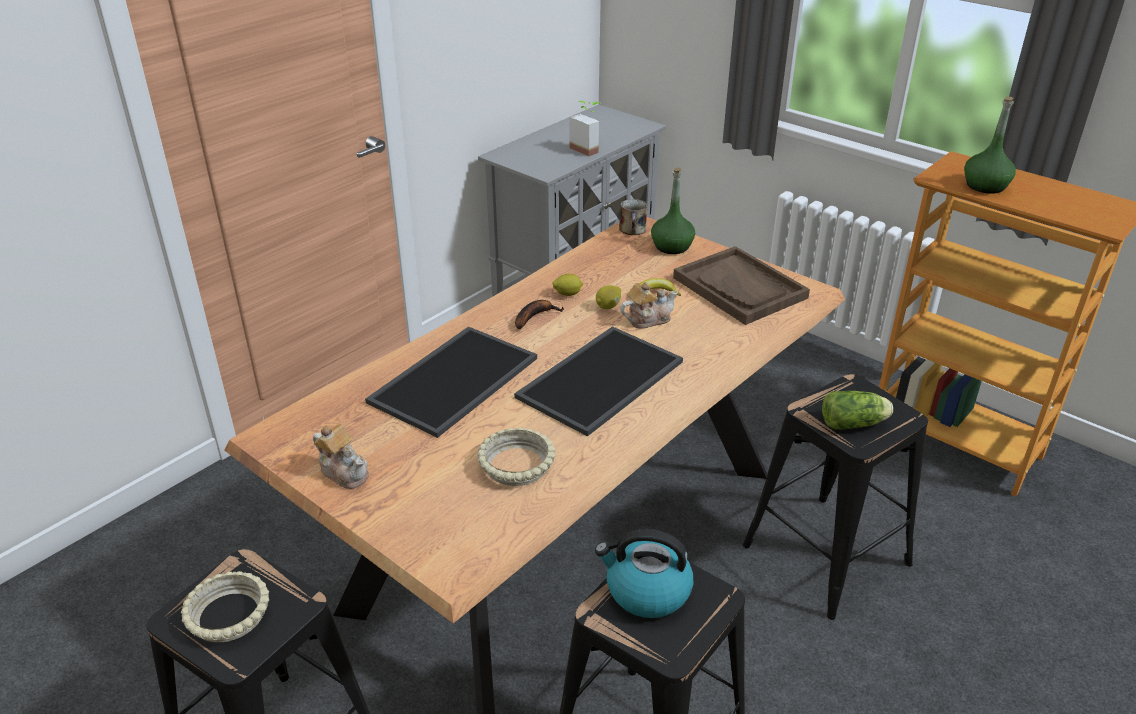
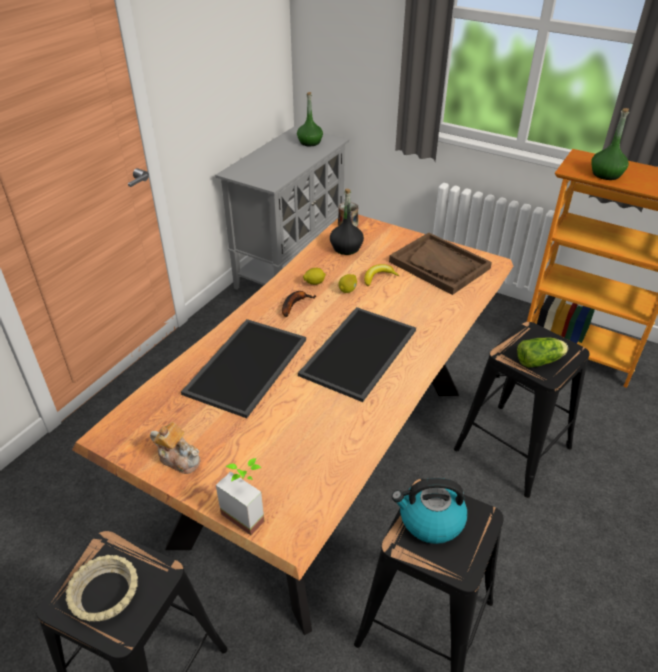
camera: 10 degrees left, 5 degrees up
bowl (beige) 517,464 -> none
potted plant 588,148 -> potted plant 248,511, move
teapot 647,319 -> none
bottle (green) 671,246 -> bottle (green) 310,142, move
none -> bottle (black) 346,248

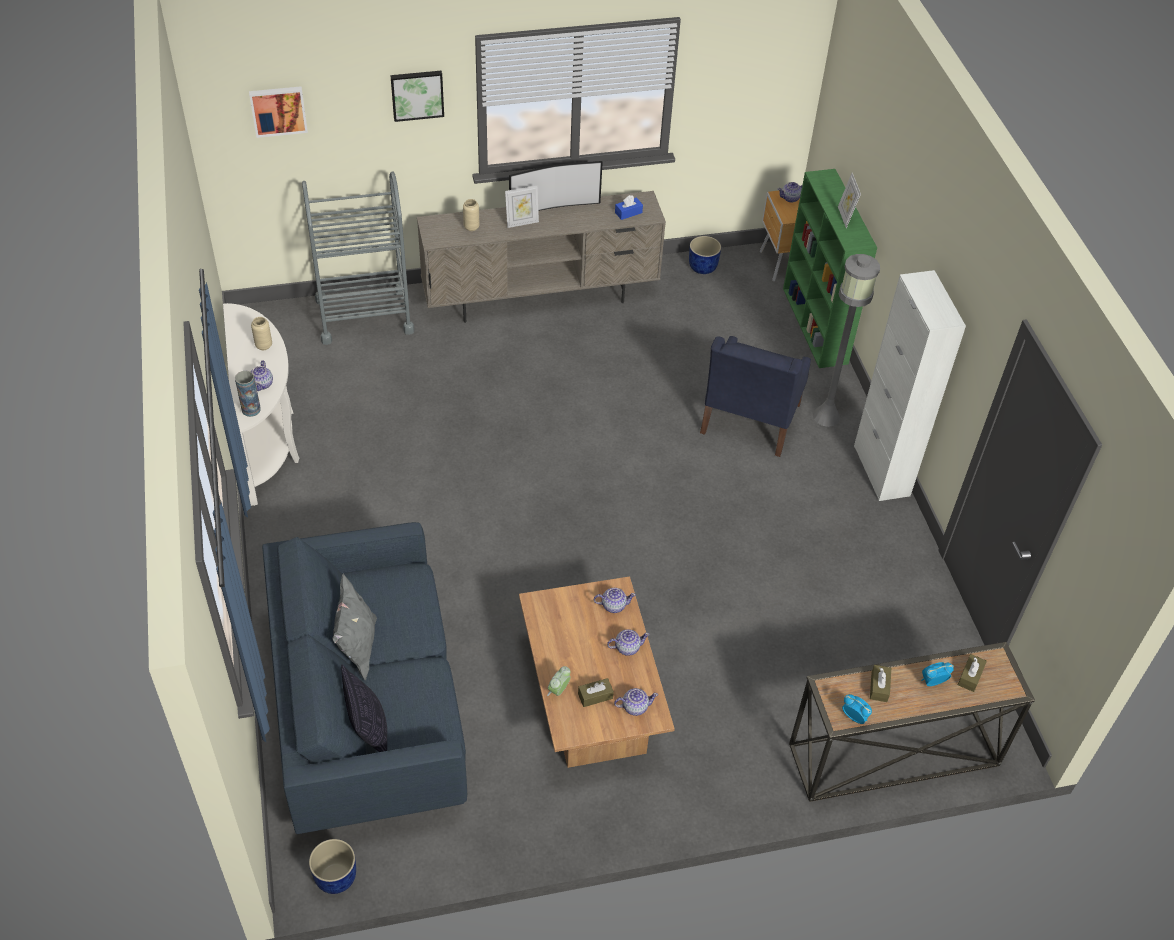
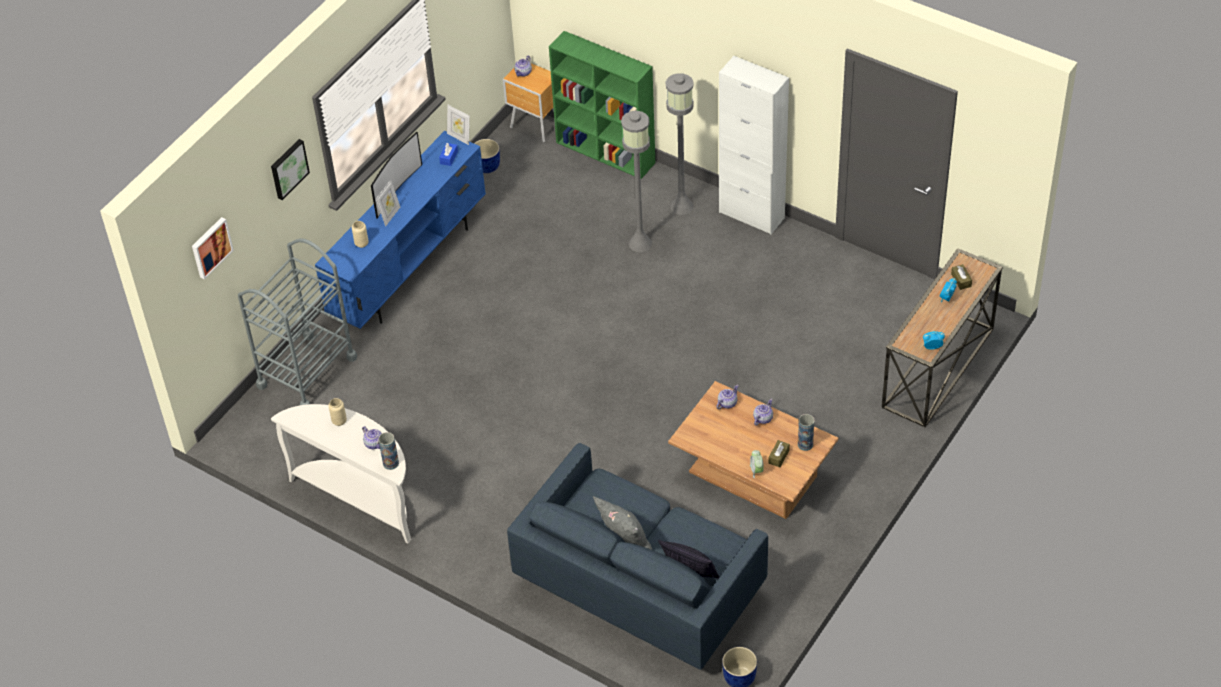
camera: 40 degrees left, 0 degrees up
tv stand (beige) 541,298 -> tv stand (blue) 410,267
teapot 634,707 -> vase 805,444
armchair (blue) 749,419 -> floor lamp (grey) 640,244
picture frame 845,217 -> picture frame 459,137, move
tissue box (brown) 879,687 -> none

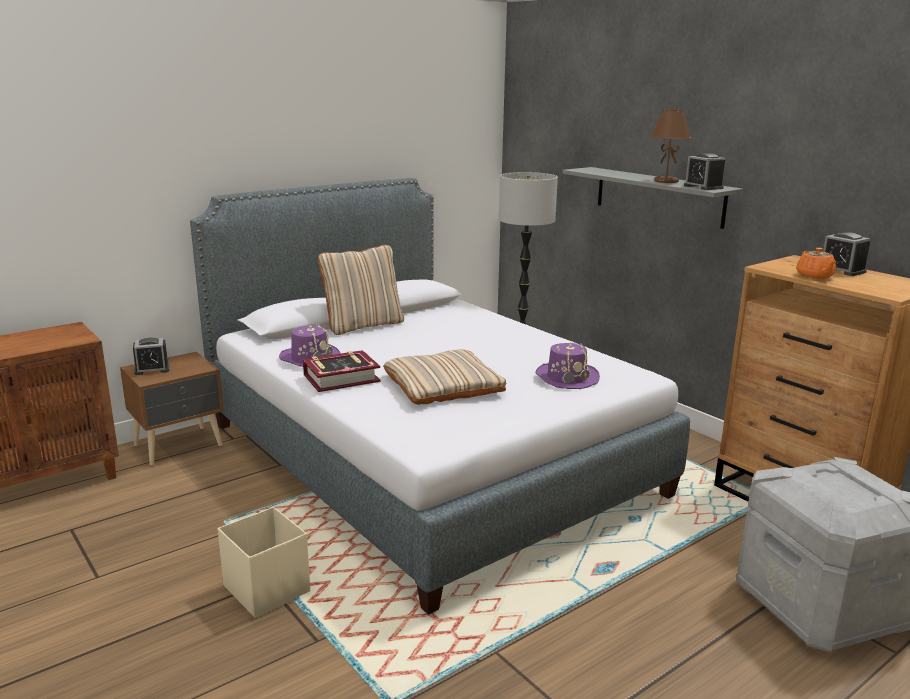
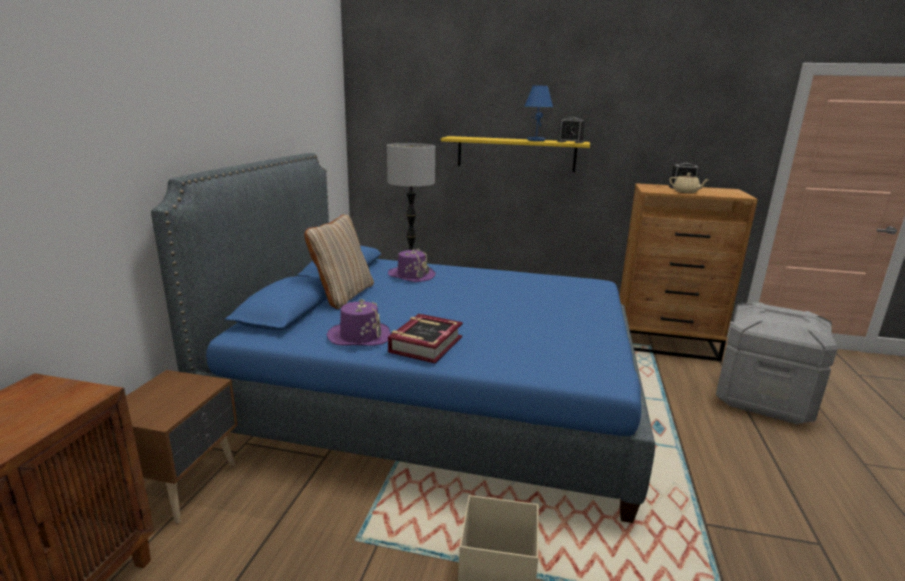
camera: 40 degrees left, 0 degrees up
alarm clock 152,369 -> none
bed (grey) 425,457 -> bed (blue) 434,399
pillow (beige) 443,385 -> none
hat (purple) 566,377 -> hat (purple) 411,275, move
shelf (grey) 658,196 -> shelf (yellow) 516,154
table lamp (brown) 665,181 -> table lamp (blue) 536,140
teapot (orange) 815,276 -> teapot (beige) 686,192

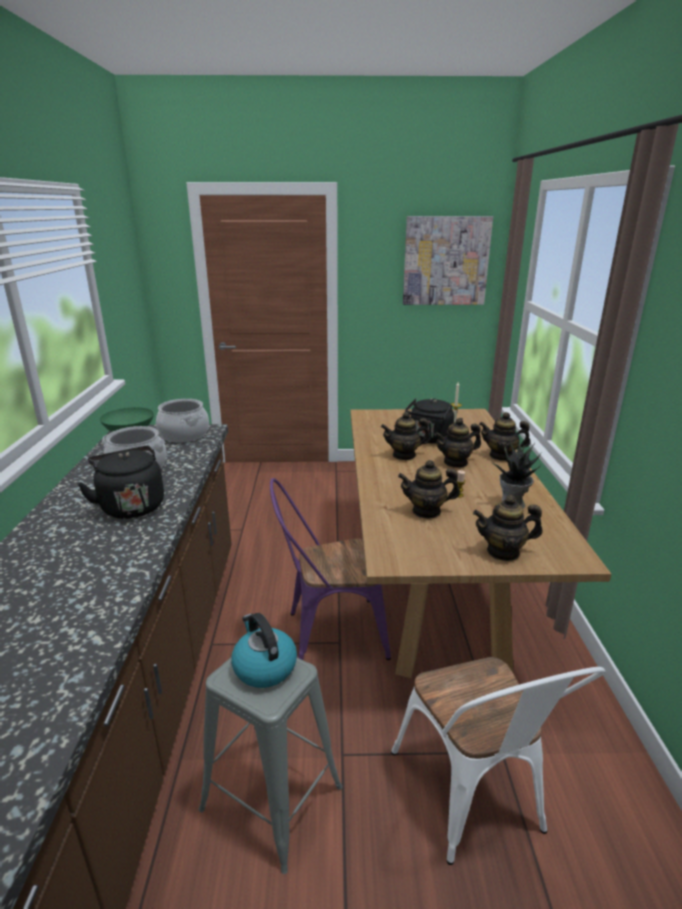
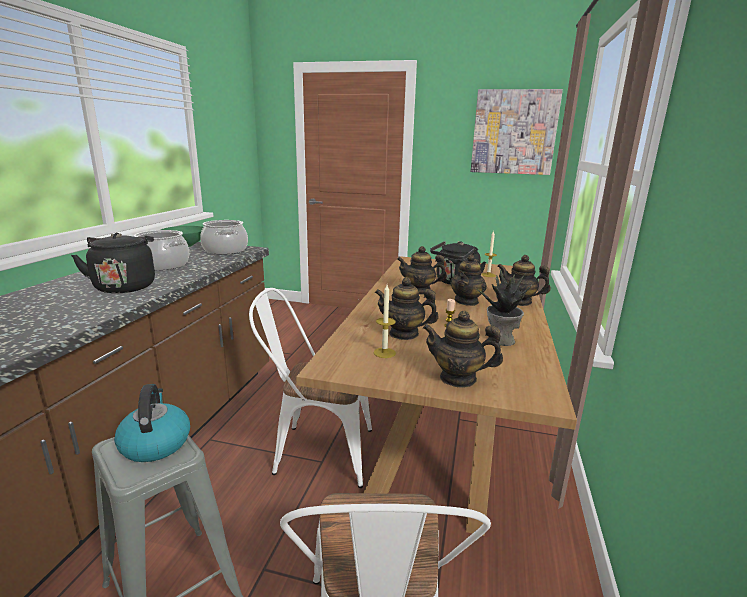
camera: 15 degrees right, 5 degrees down
chair (purple) 328,633 -> chair (white) 315,451
teapot 456,462 -> teapot 467,301, 60 degrees counterclockwise
none -> candle 384,353

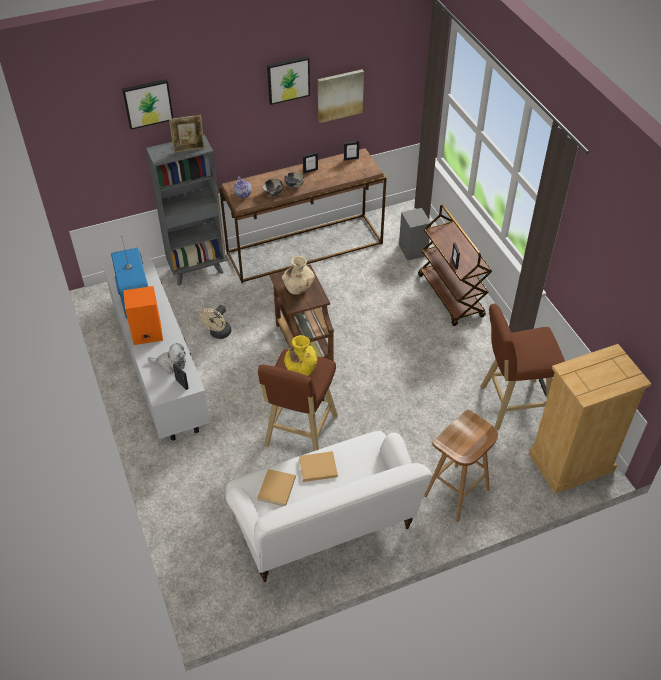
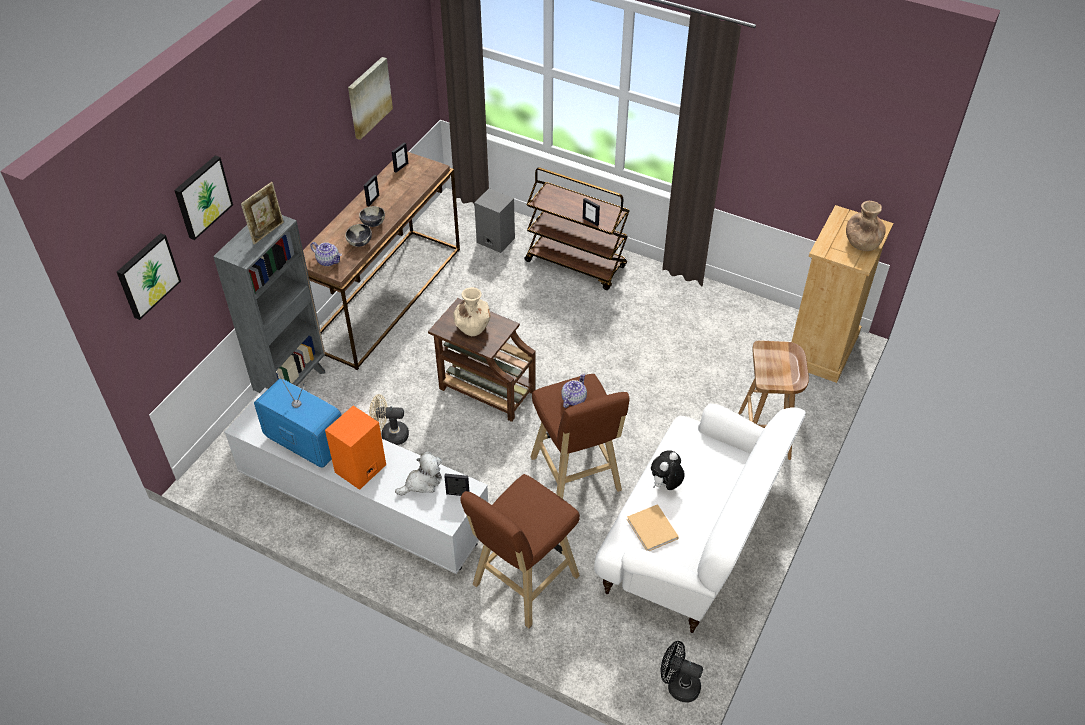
camera: 40 degrees left, 0 degrees up
fan (beige) 218,334 -> fan (beige) 390,435, 105 degrees clockwise
picture 288,79 -> picture 147,275, move
vase (yellow) 301,369 -> teapot 573,399
book (beige) 316,467 -> plush toy 665,485
stool (brown) 511,404 -> stool (brown) 522,583, move
none -> fan (black) 678,685
none -> vase (brown) 861,243

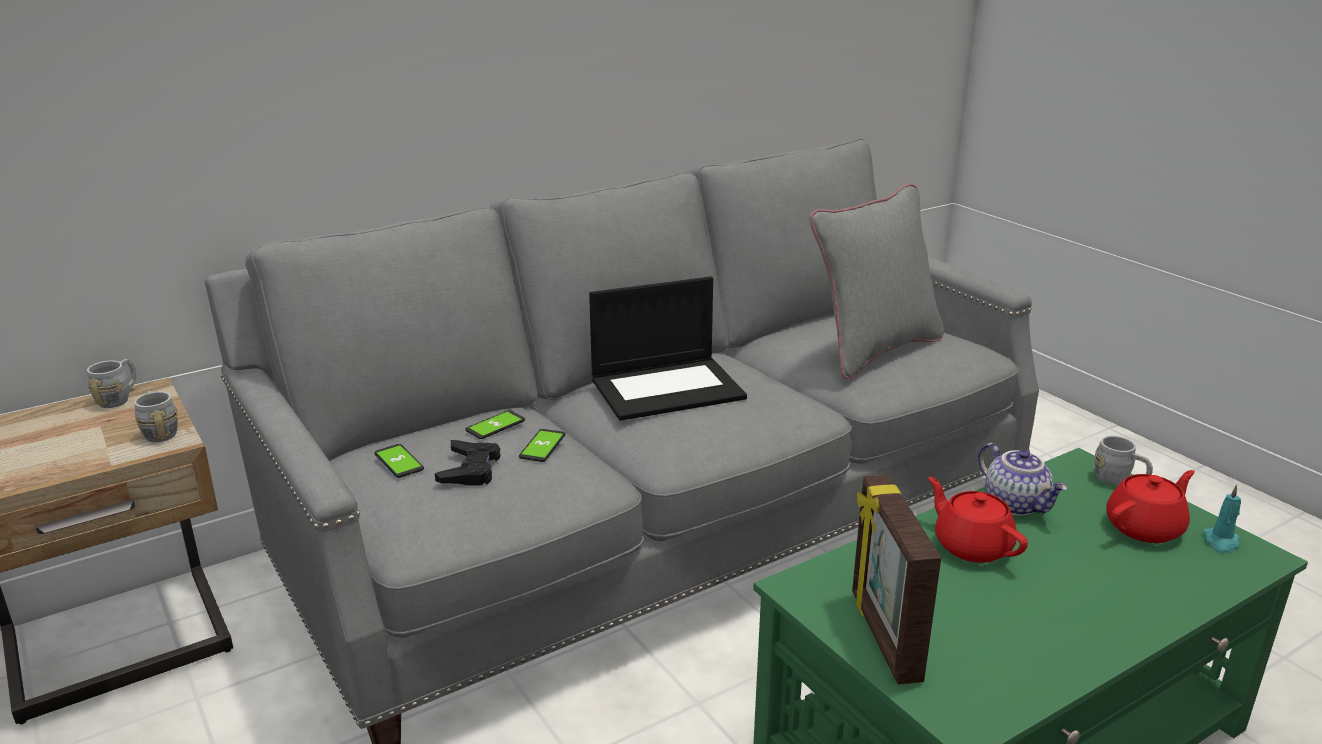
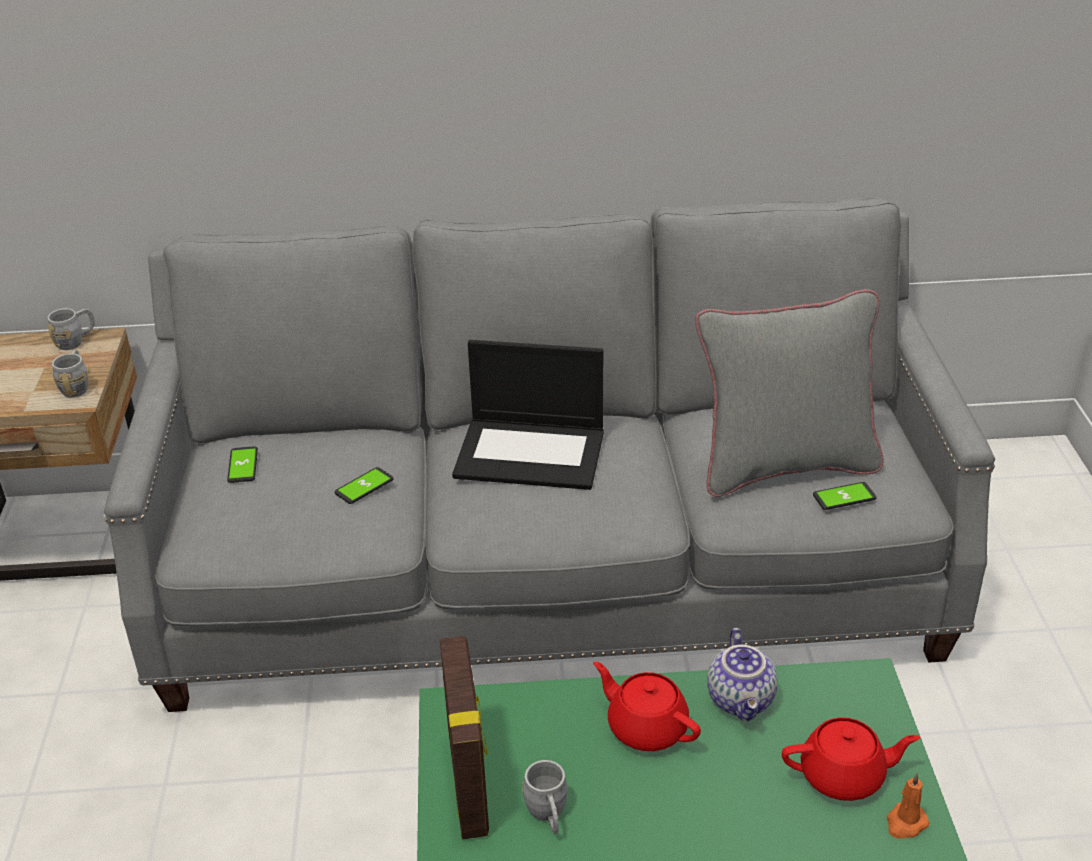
camera: 30 degrees right, 10 degrees up
game controller (black) 470,469 -> none
phone 495,426 -> phone 844,497, move
picture frame 883,636 -> picture frame 470,783, 150 degrees clockwise
teapot (red) 971,545 -> teapot (red) 646,727, 45 degrees counterclockwise
mug (grey) 1119,481 -> mug (grey) 548,816, move
candle (turquoise) 1221,542 -> candle (orange) 905,823

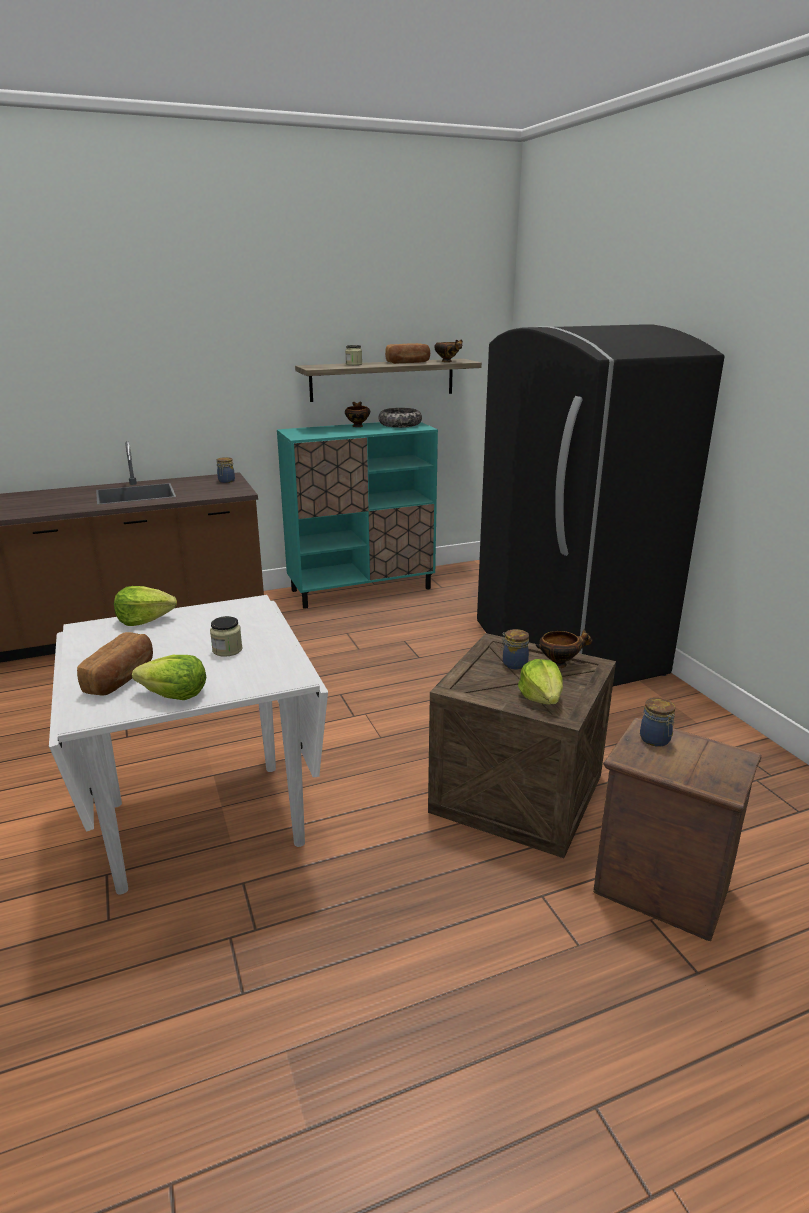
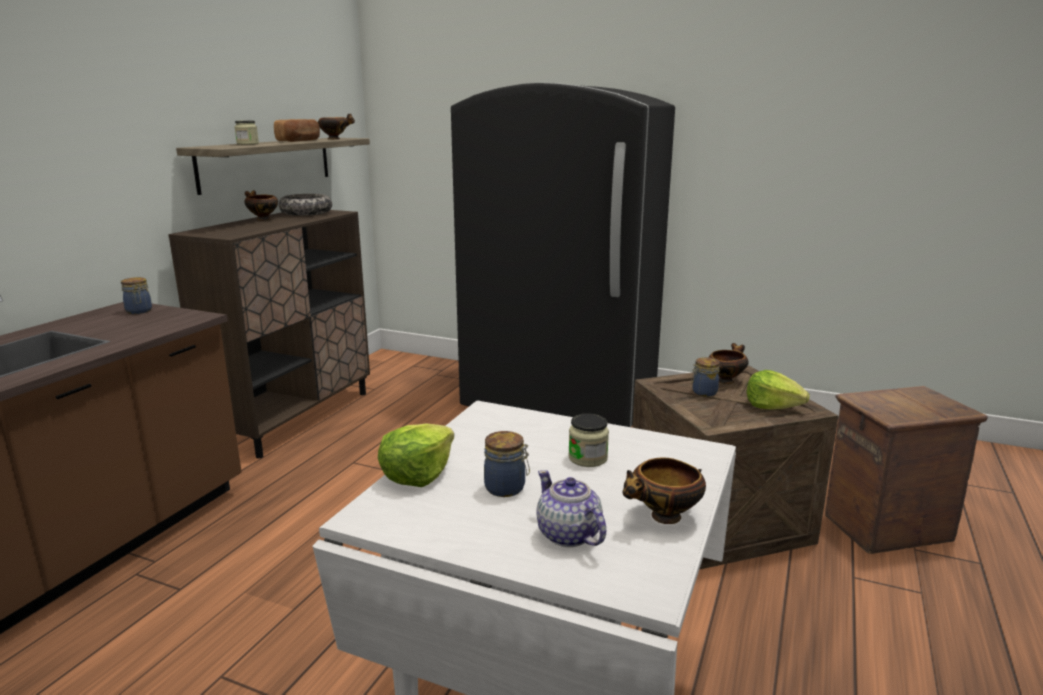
camera: 45 degrees left, 5 degrees down
bread 121,678 -> teapot 568,535
lettuce 174,695 -> bowl 663,518
cabinet (turquoise) 362,589 -> cabinet (brown) 295,417
jar 655,740 -> jar 506,488, move

